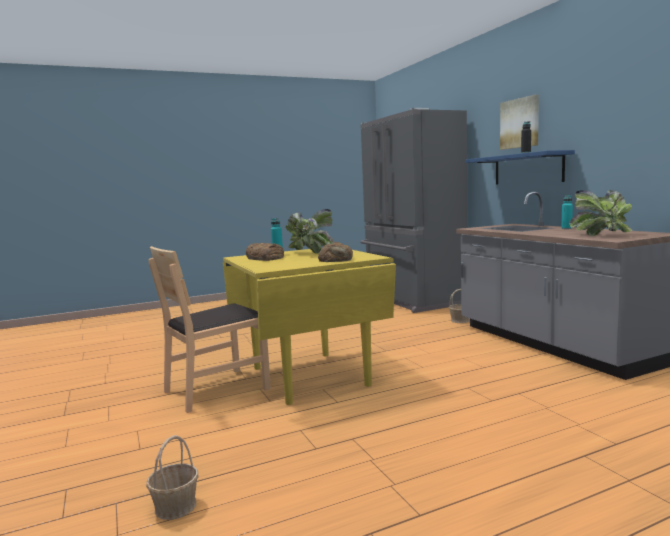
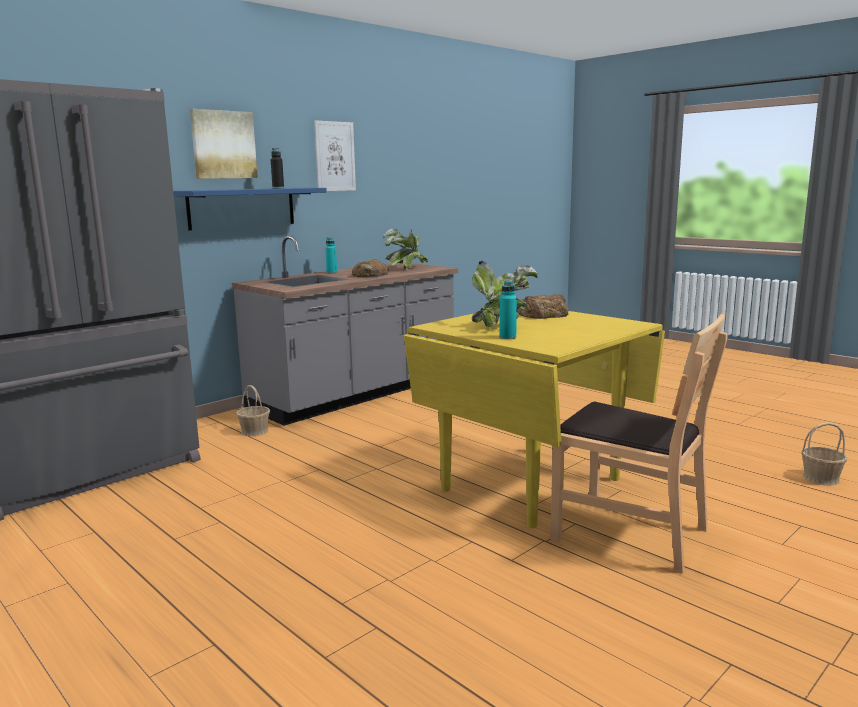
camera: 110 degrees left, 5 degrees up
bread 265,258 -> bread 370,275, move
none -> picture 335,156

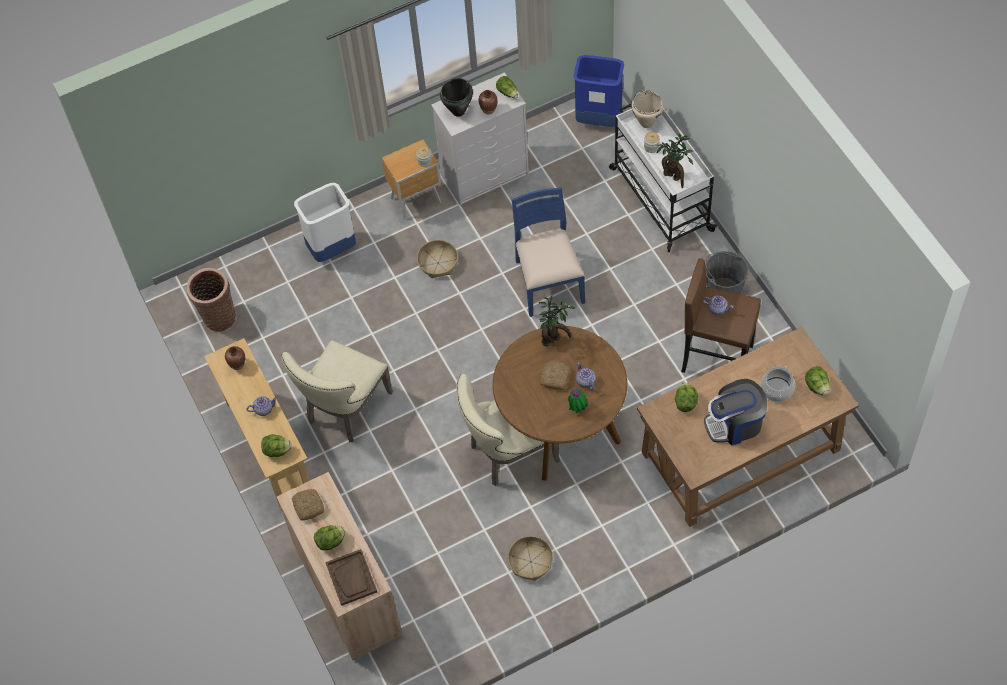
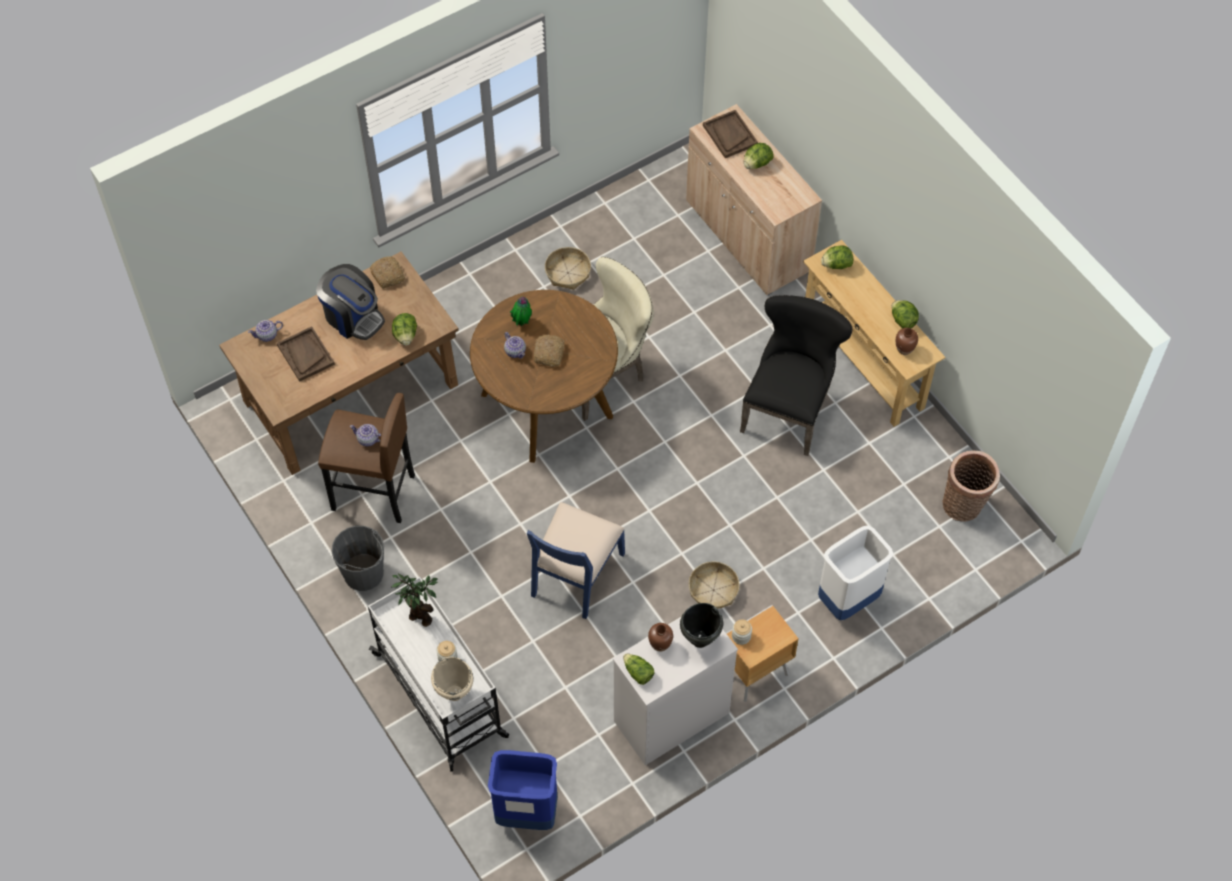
camera: 170 degrees right, 0 degrees up
teapot 263,409 -> teapot 267,335, move
chair (beige) 345,410 -> chair (black) 789,408
bread 308,506 -> bread 388,275, move
chair (blue) 548,281 -> chair (blue) 575,574, 45 degrees clockwise
potted plant 554,339 -> none
coffee machine 735,424 -> coffee machine 353,316, 60 degrees clockwise
cooking pot 777,389 -> tray (brown) 305,355
lettuce 816,386 -> lettuce 903,320, move

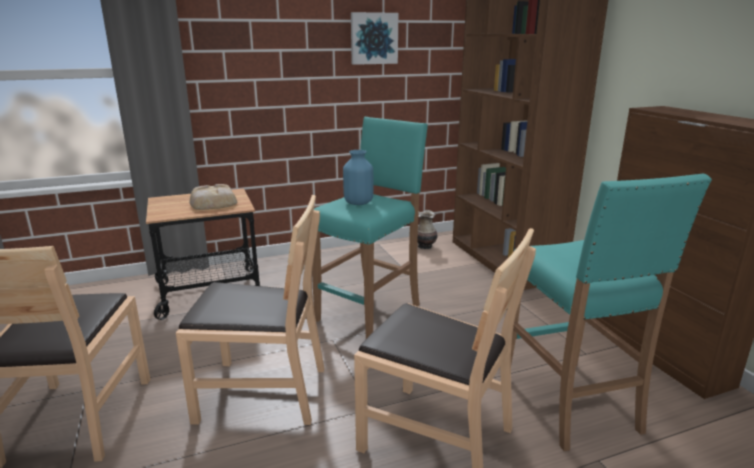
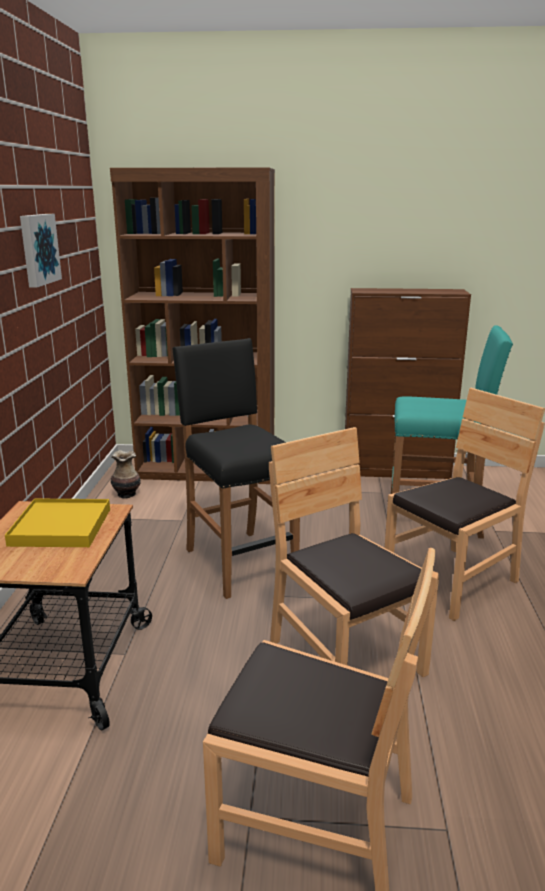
camera: 65 degrees left, 0 degrees up
chair (brown) 262,392 -> chair (brown) 345,659, 60 degrees counterclockwise
bread 213,202 -> tray (yellow) 61,527
stool (turquoise) 369,312 -> stool (black) 239,562
vase (blue) 358,203 -> none

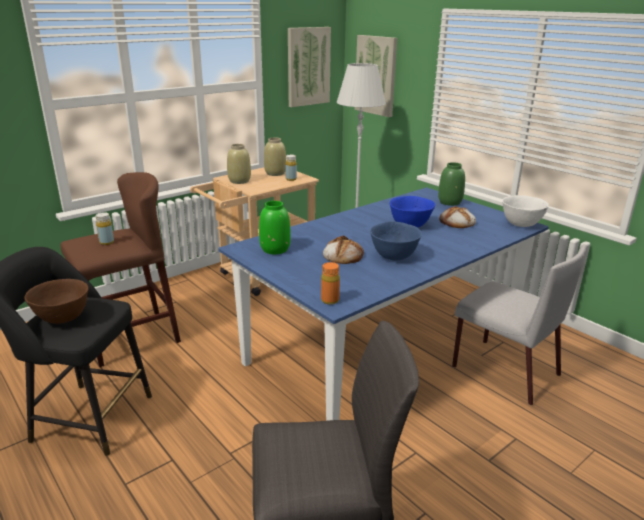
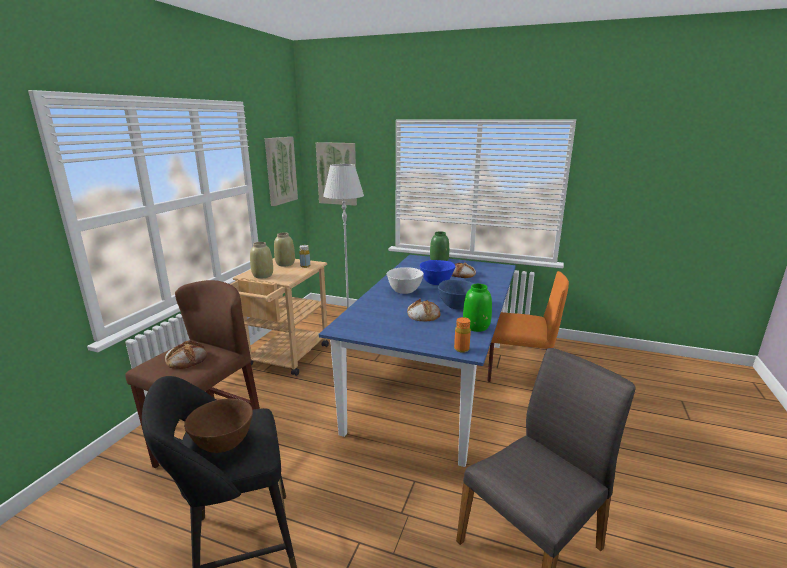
camera: 30 degrees left, 5 degrees down
bottle (yellow) 106,242 -> bread 187,358
vase (green) 275,249 -> vase (green) 476,326, move
chair (grey) 503,370 -> chair (orange) 518,373
bowl (white) 521,224 -> bowl (white) 405,291, move

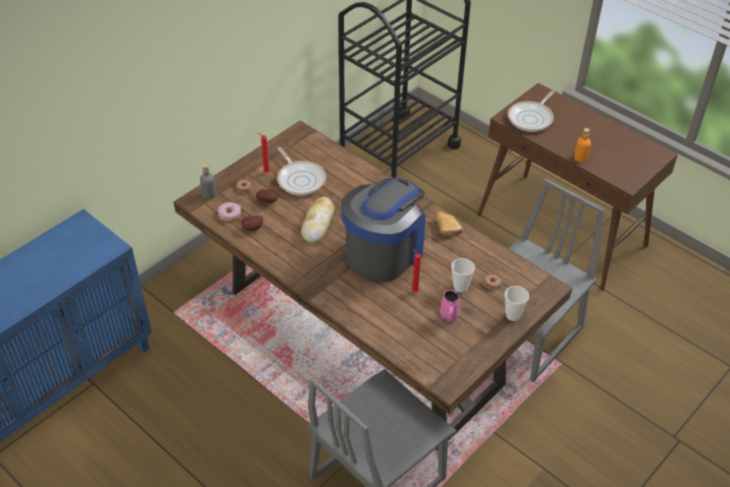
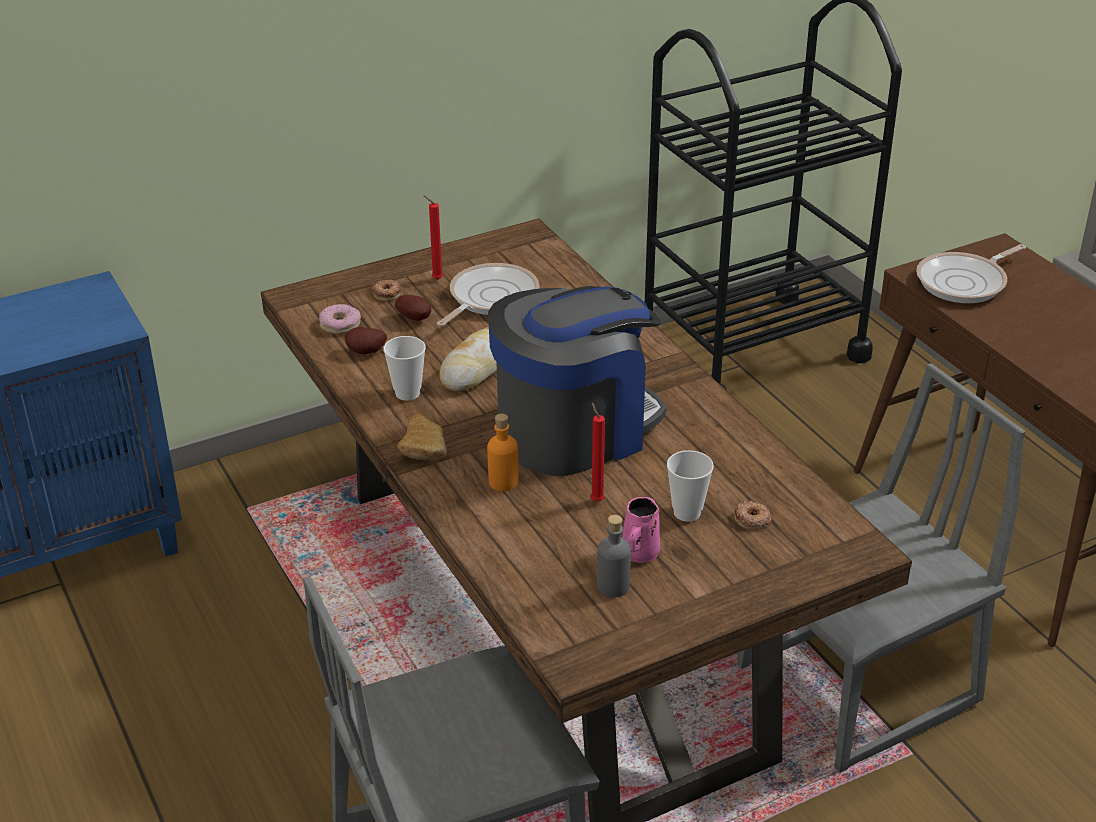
camera: 20 degrees right, 10 degrees down
bottle (grey) 209,194 -> bottle (grey) 613,586, move
frying pan 300,179 -> frying pan 490,298, 135 degrees counterclockwise
bread 446,227 -> bread 423,446, move
cup 513,315 -> cup 407,393, move
bottle (orange) 580,158 -> bottle (orange) 503,482, move

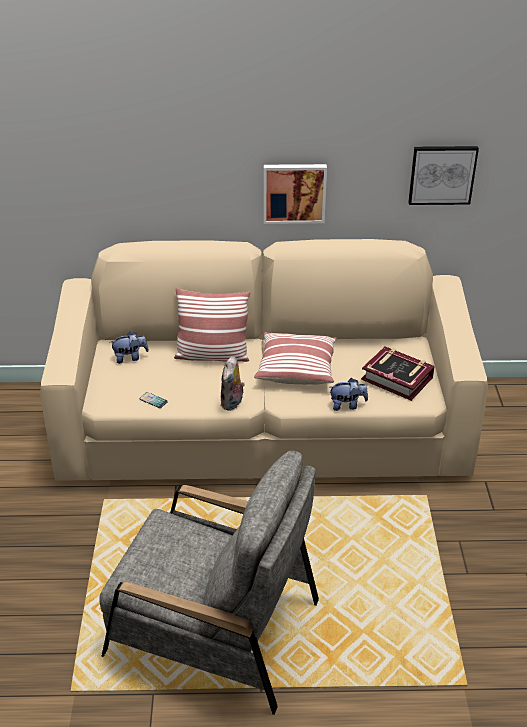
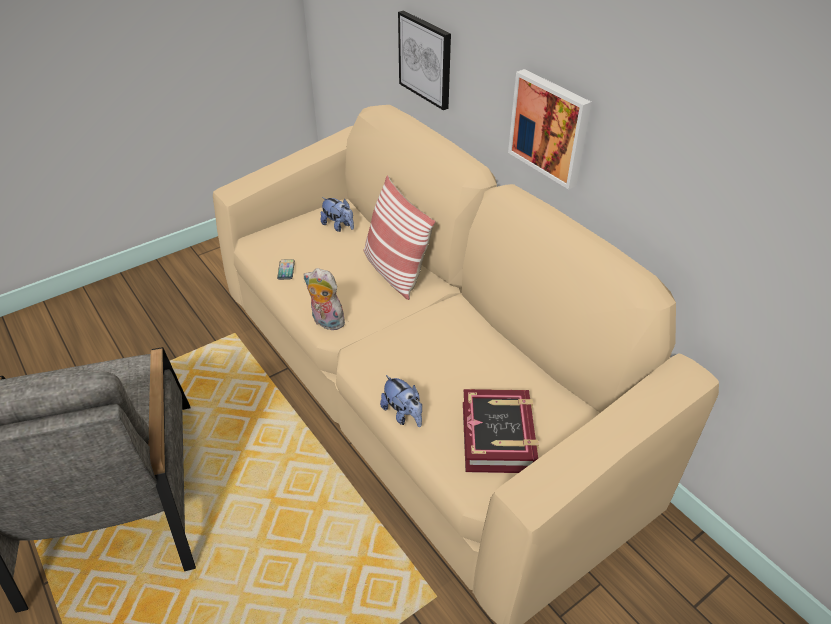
camera: 55 degrees right, 5 degrees up
plush toy 232,403 -> plush toy 326,322, 45 degrees clockwise
pillow 296,368 -> none
picture 442,174 -> picture 426,59, move

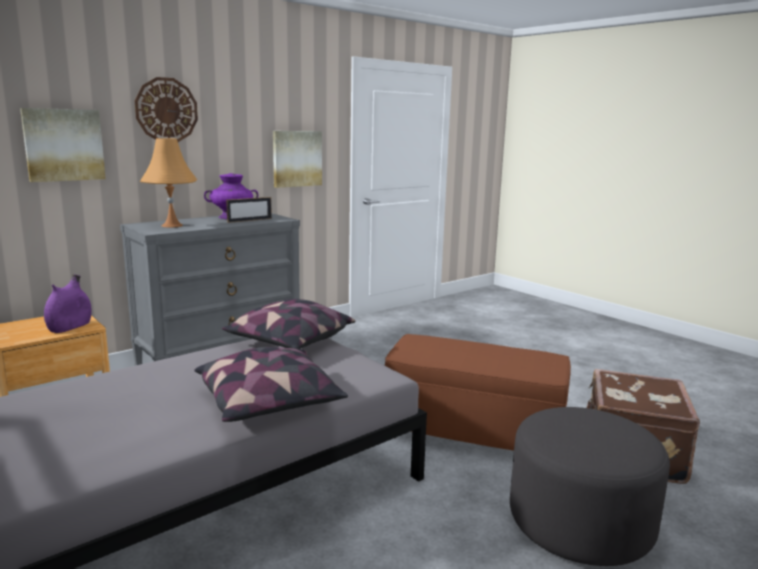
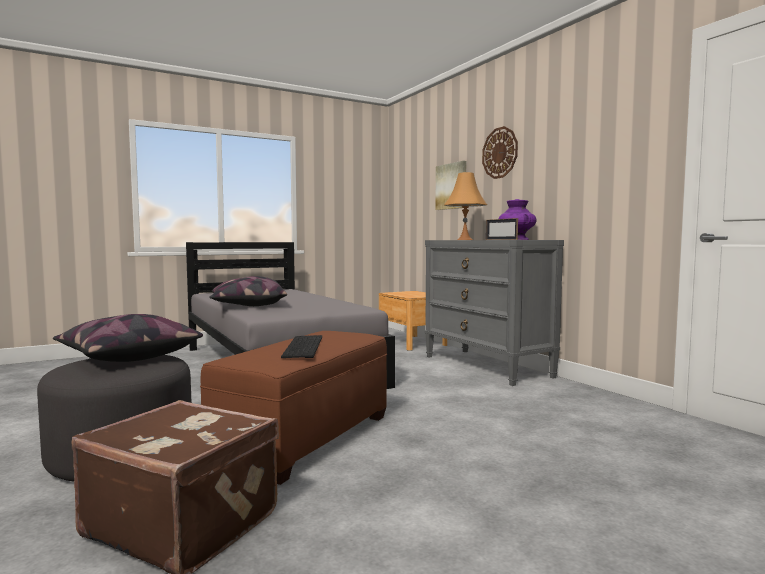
camera: 100 degrees right, 10 degrees down
vase (purple) 70,327 -> none
pillow 289,342 -> pillow 128,357, move
picture 296,158 -> none
none -> keyboard 305,347

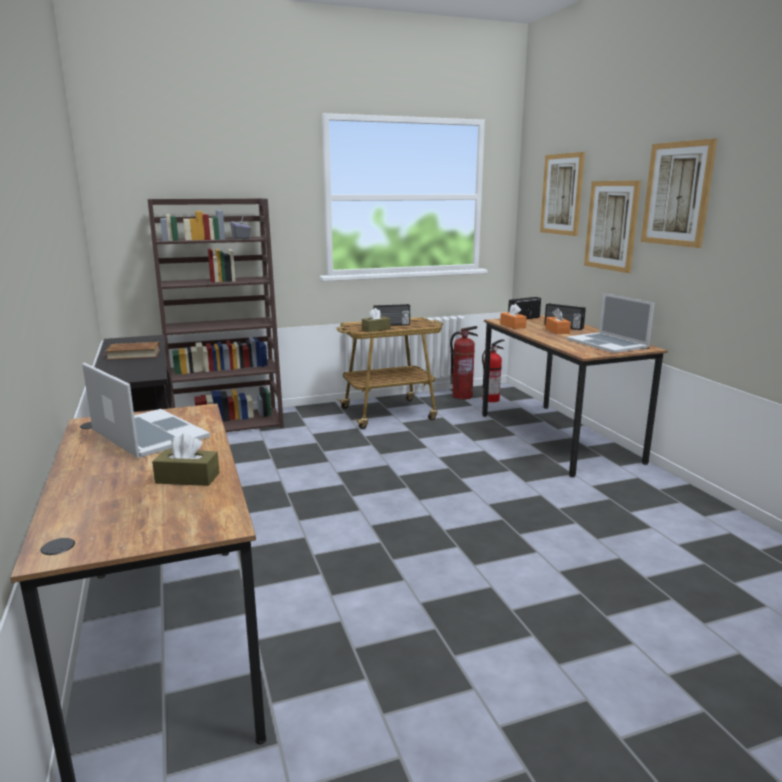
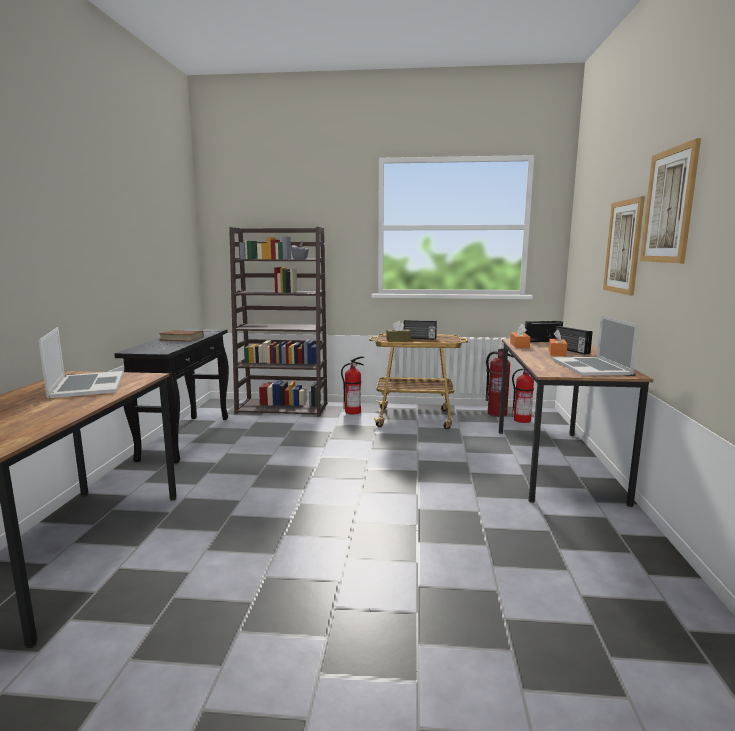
camera: 25 degrees right, 5 degrees down
tissue box (brown) 187,478 -> none
picture 562,194 -> none
none -> fire extinguisher 353,411

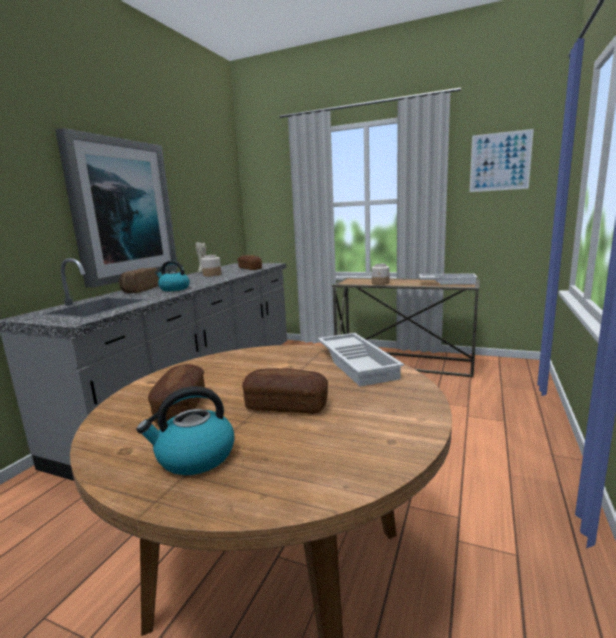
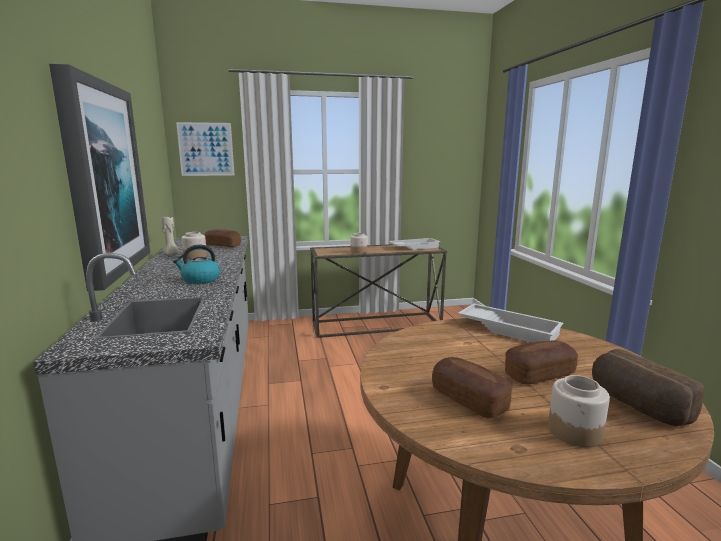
camera: 35 degrees left, 0 degrees up
bread 139,290 -> bread 636,405, move
kettle 195,457 -> jar 575,431
picture 500,161 -> picture 206,149, move

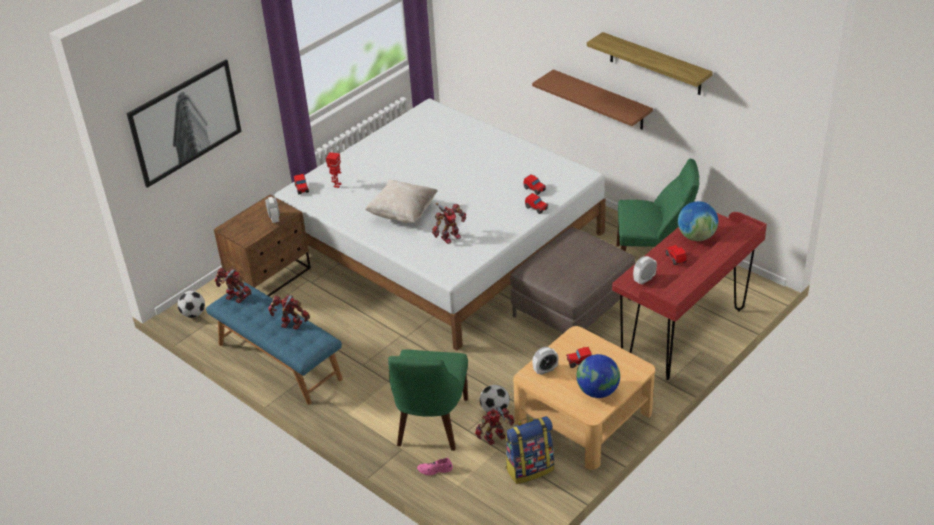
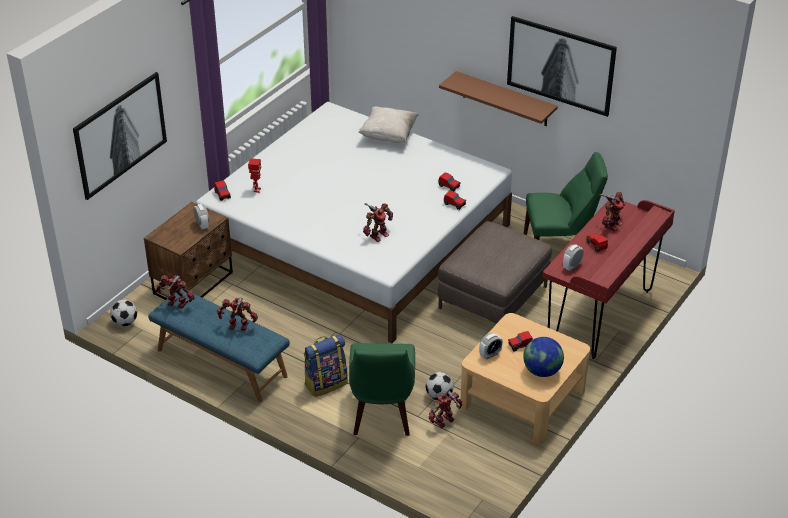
camera: 10 degrees left, 0 degrees up
pillow (beige) 402,213 -> pillow (beige) 388,136, move
shoe (pink) 435,469 -> none
backpack 530,468 -> backpack 326,383, move
shelf 655,64 -> picture 561,65
globe 696,236 -> toy robot 611,224

